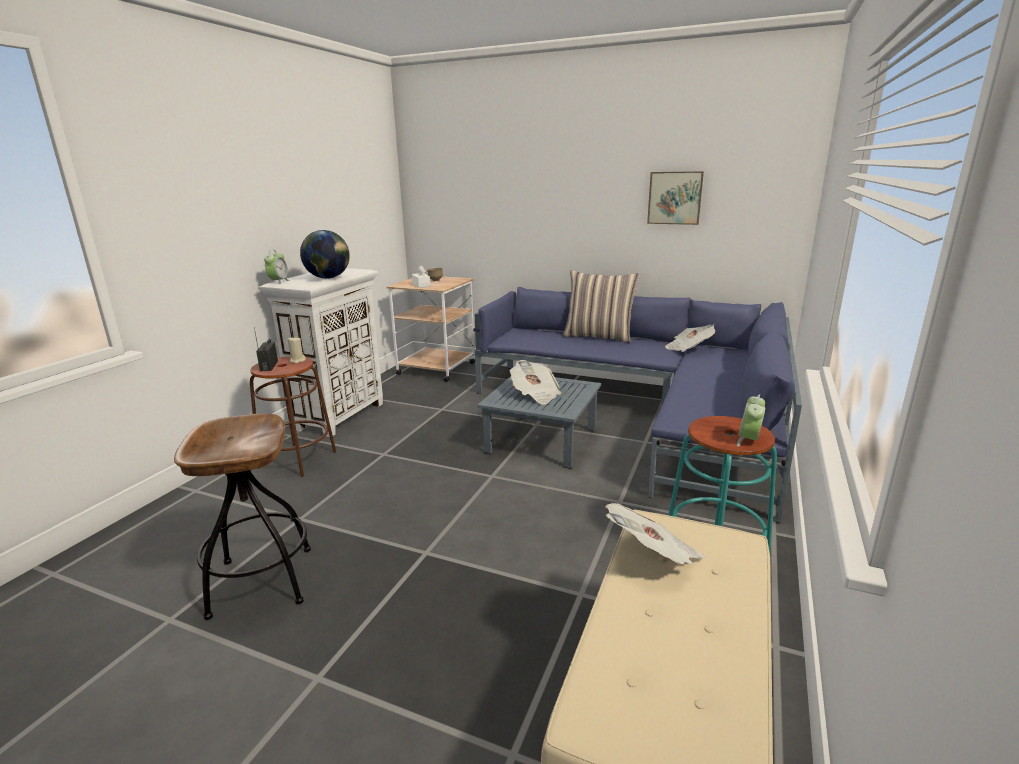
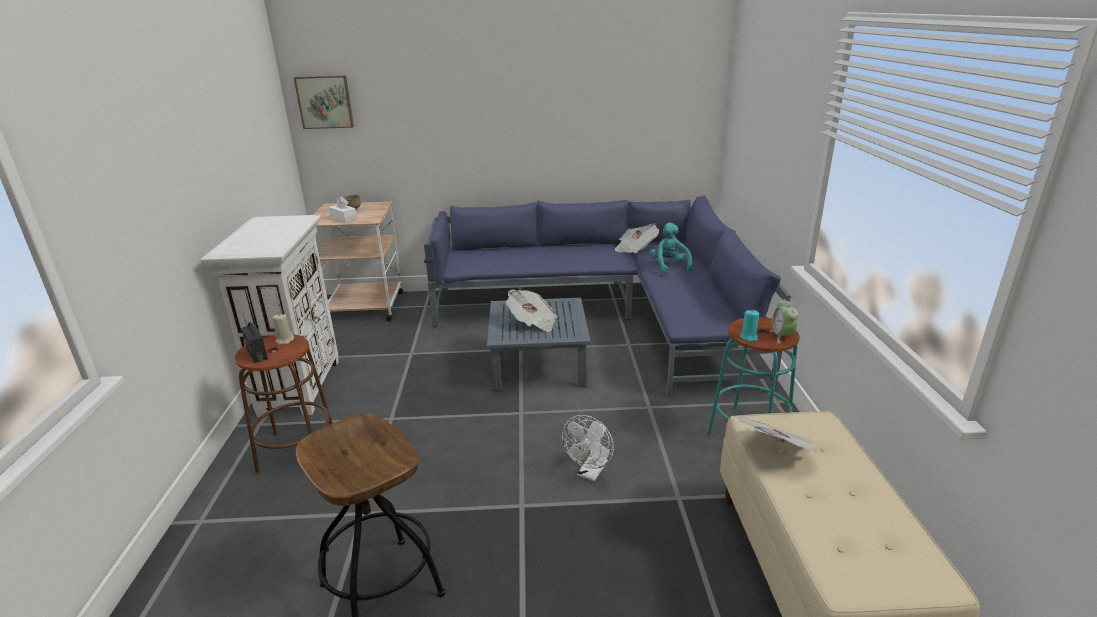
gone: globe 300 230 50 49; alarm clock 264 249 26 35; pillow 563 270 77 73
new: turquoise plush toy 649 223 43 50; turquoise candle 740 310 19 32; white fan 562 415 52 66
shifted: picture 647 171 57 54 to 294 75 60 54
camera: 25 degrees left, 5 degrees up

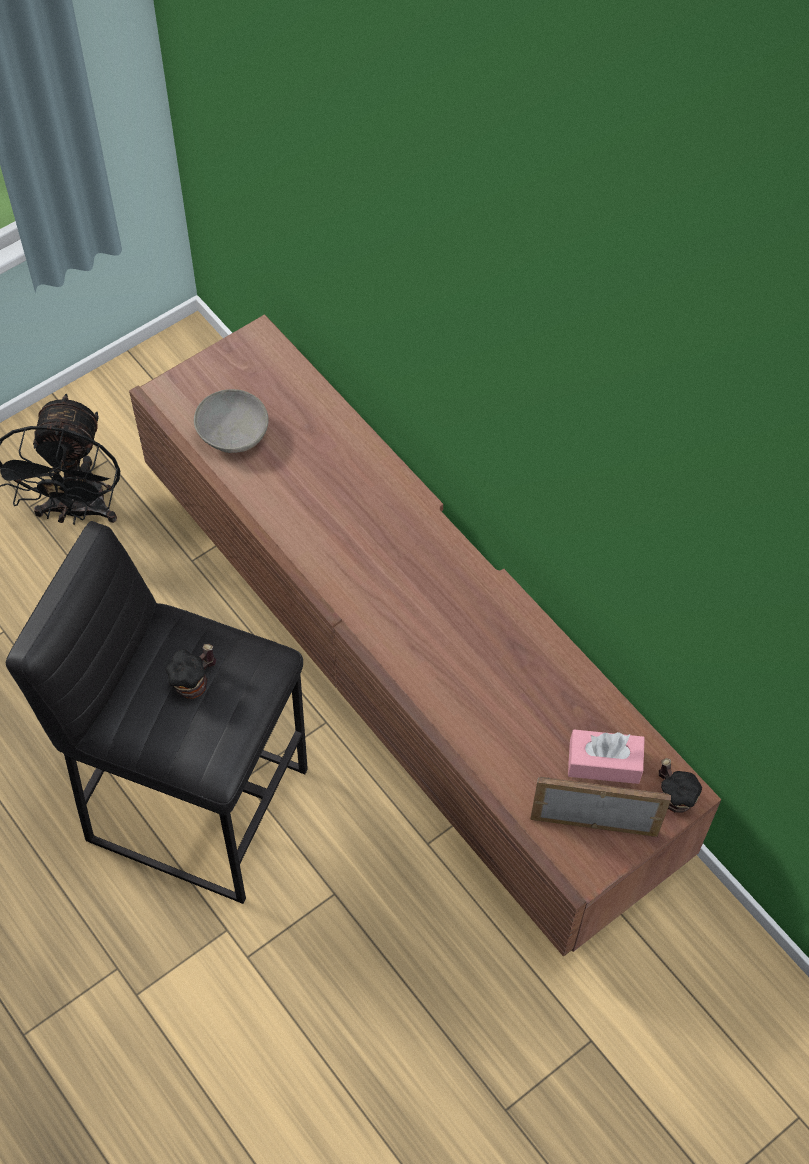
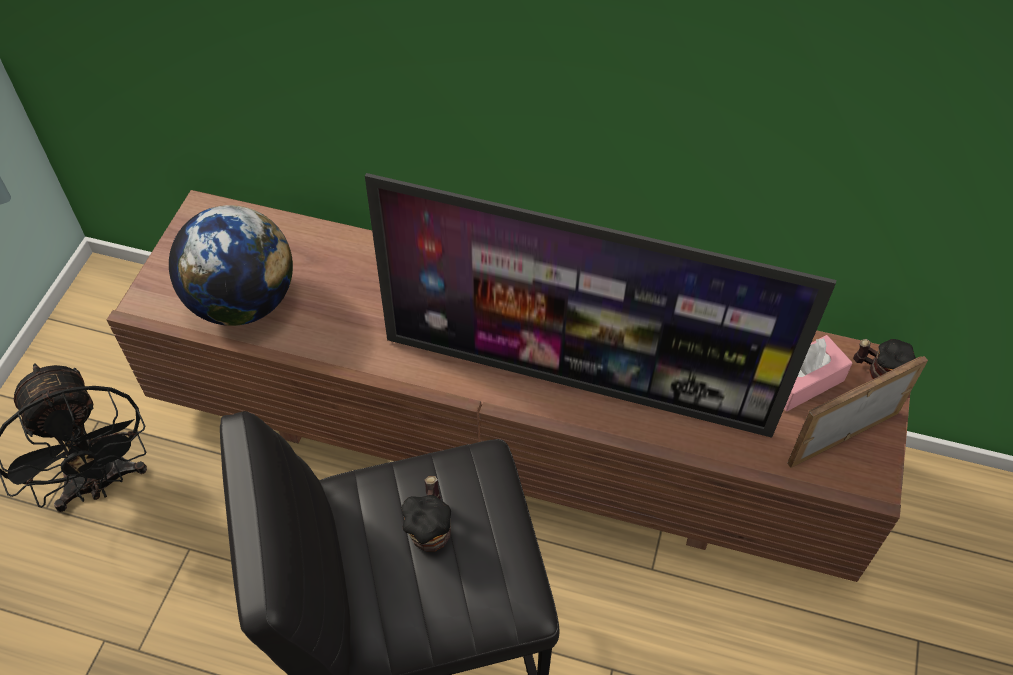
new: television 365 173 471 265
swapped: grey bowl 194 389 75 64 to globe 169 205 124 121
camera: 35 degrees left, 5 degrees down

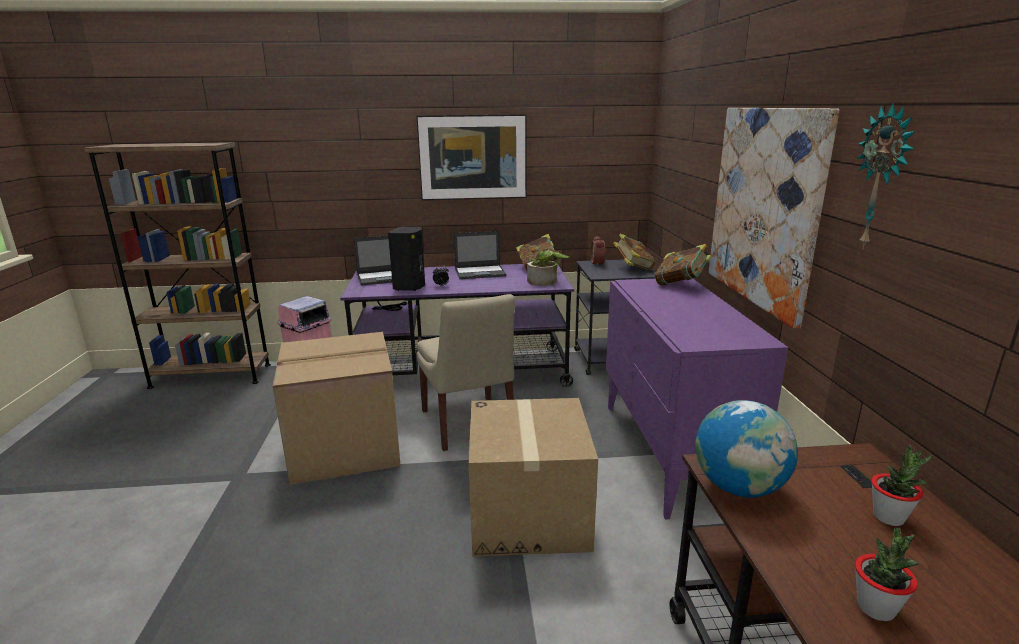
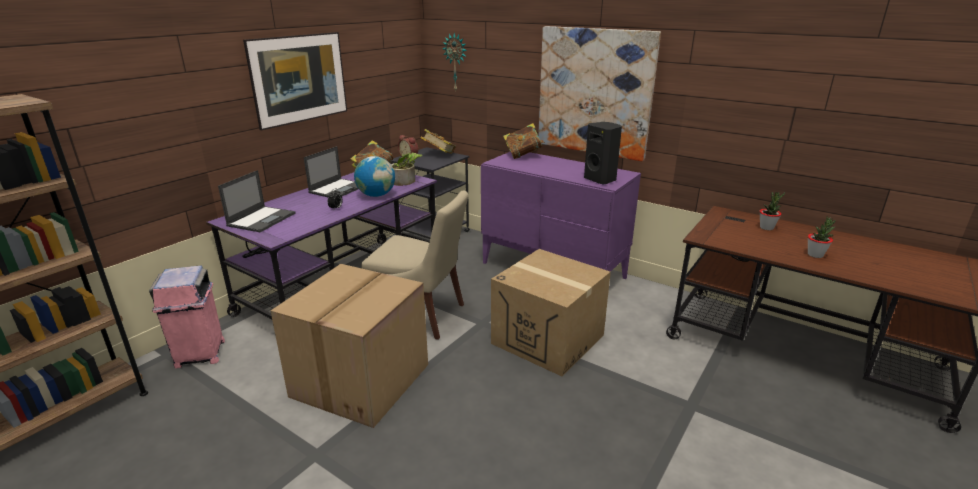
shifted: wall clock 857 103 59 146 to 442 33 25 59; black speaker 388 227 37 64 to 584 122 38 63; globe 695 400 103 98 to 354 156 41 41
camera: 50 degrees left, 5 degrees up

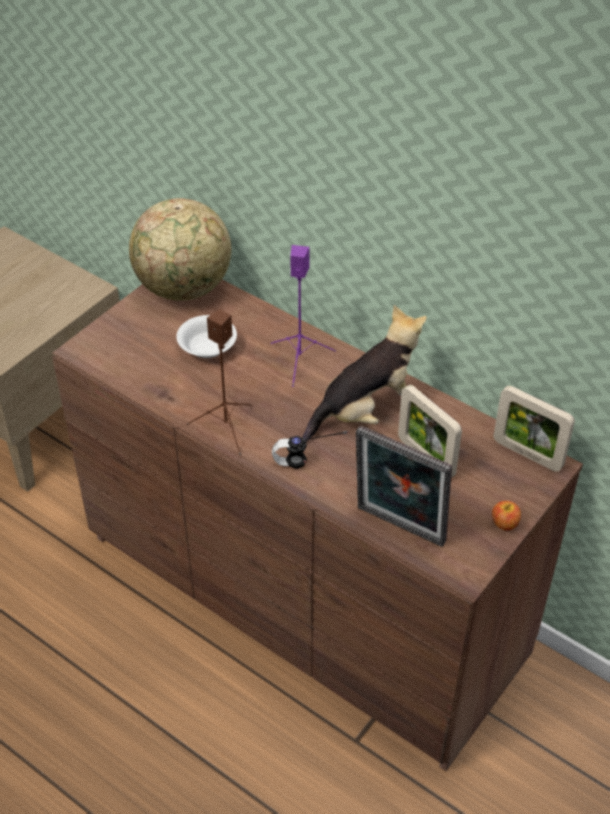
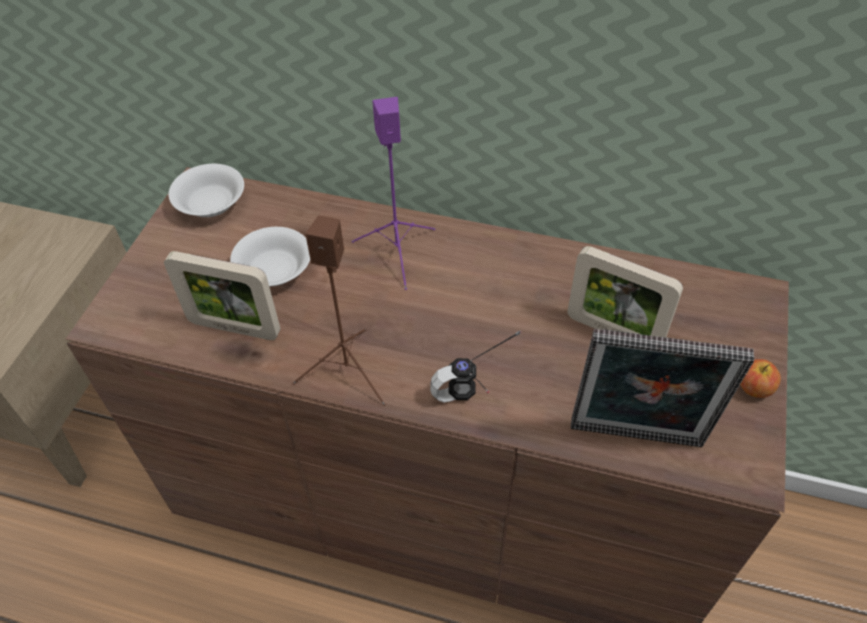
gone: plush toy 303 305 124 137
shifted: picture frame 494 385 81 87 to 164 251 116 89
swapped: globe 129 198 102 103 to white bowl 168 164 76 53
camera: 20 degrees left, 5 degrees up

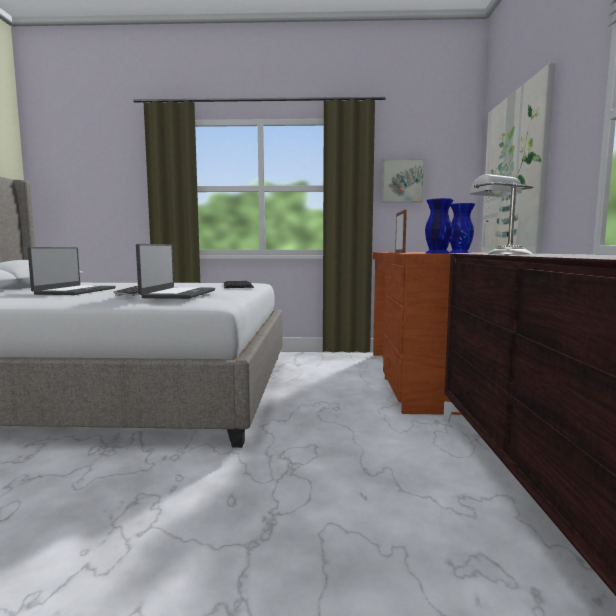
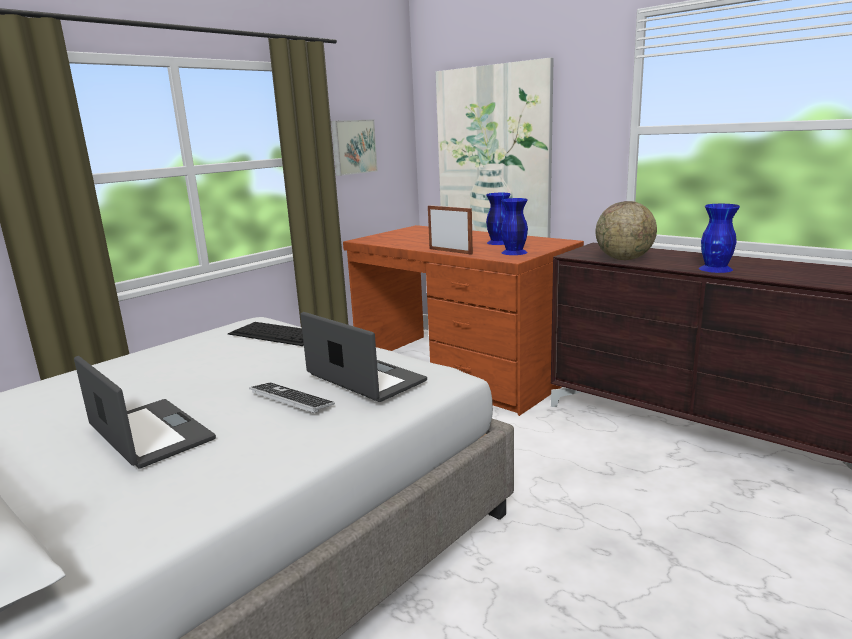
new: blue vase 699 204 41 69
swapped: white table lamp 470 174 64 80 to globe 596 201 61 59
camera: 50 degrees left, 10 degrees up

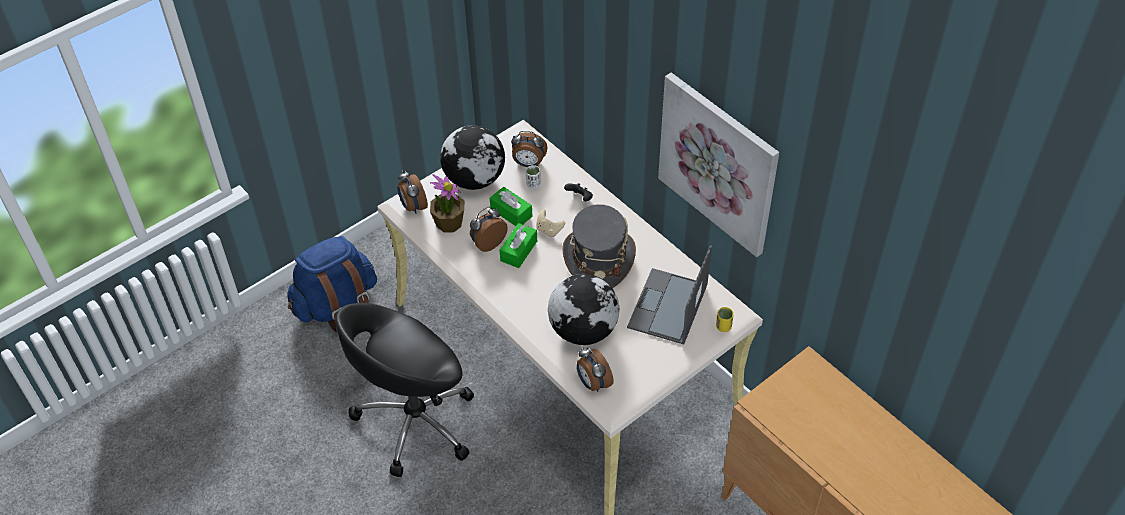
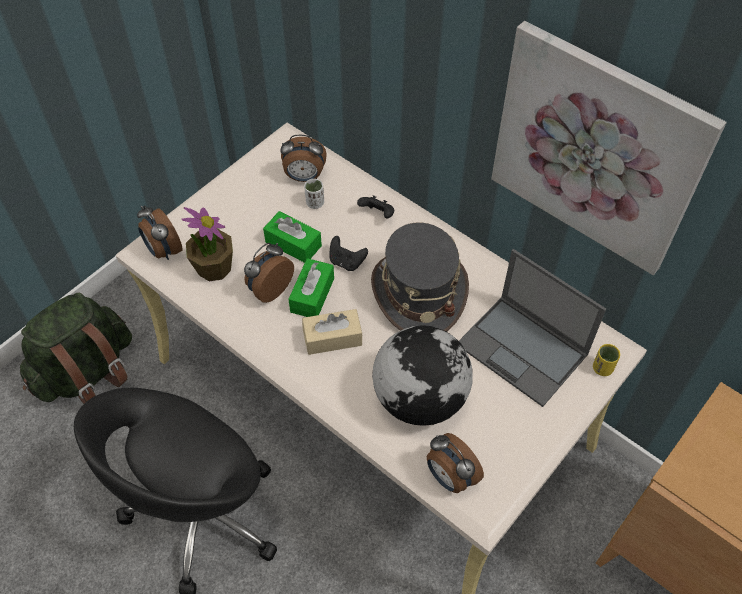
gone: globe 440 125 65 65
new: beige tissue box 302 309 60 46
repainted: beige game controller 536 209 29 28 to black game controller 329 236 39 35; blue backpack 287 236 90 96 to green backpack 20 293 112 111
rotated: laptop 627 245 85 100 = 459 249 147 158 60 degrees counterclockwise
camera: 10 degrees left, 5 degrees up

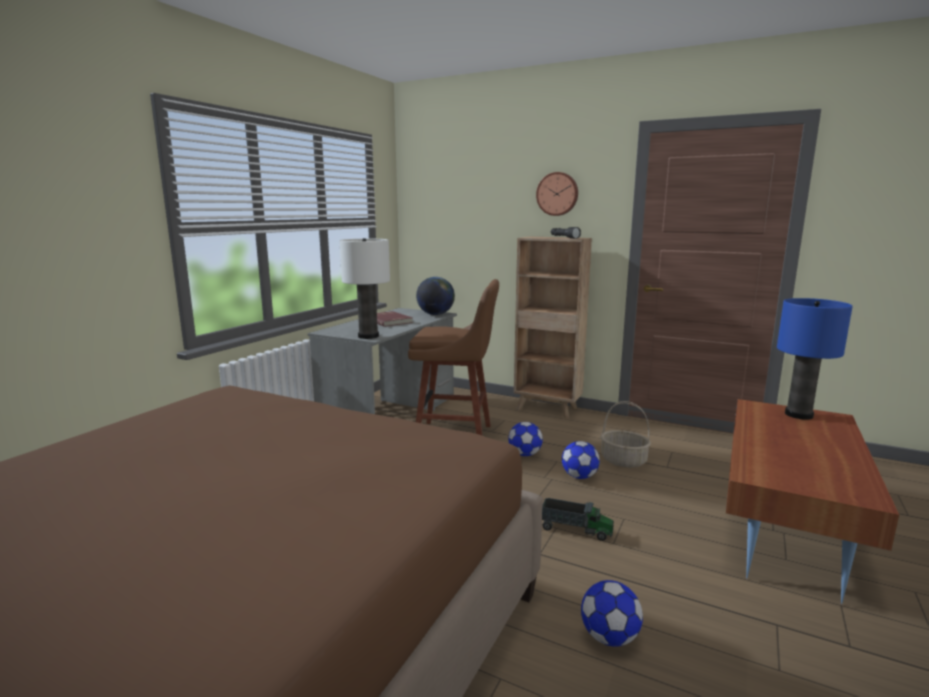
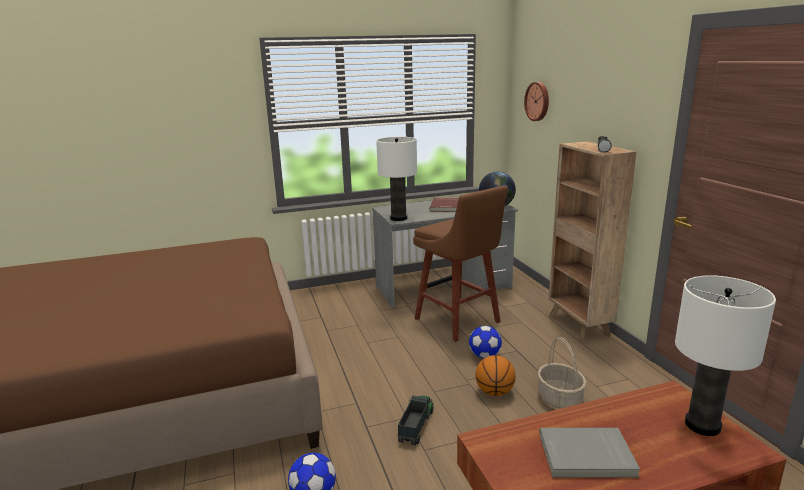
new: grey book 539 428 101 50
shifted: wall clock 536 172 42 44 to 524 82 25 39
swapped: football 562 441 38 38 to basketball 475 355 41 41
repainted: blue table lamp 777 298 76 122 to white table lamp 675 275 101 161
rotated: toy truck 542 498 72 43 = 397 396 36 49 135 degrees counterclockwise
camera: 45 degrees right, 5 degrees up

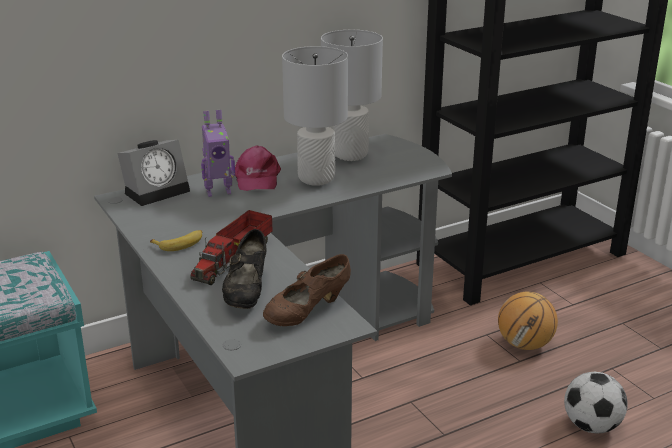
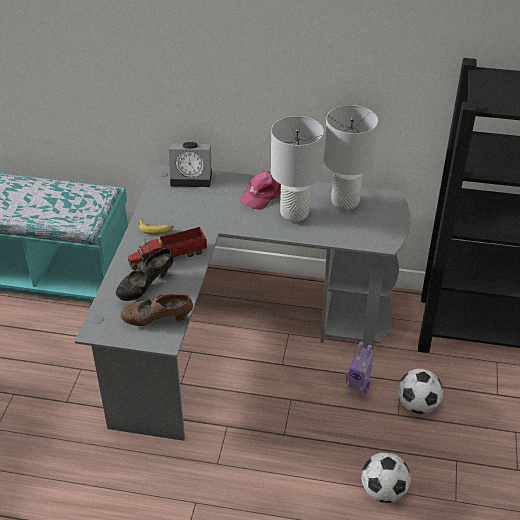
shifted: toy robot 201 110 34 87 to 346 342 28 56
swapped: basketball 498 292 60 58 to football 398 369 45 45
camera: 40 degrees right, 15 degrees up

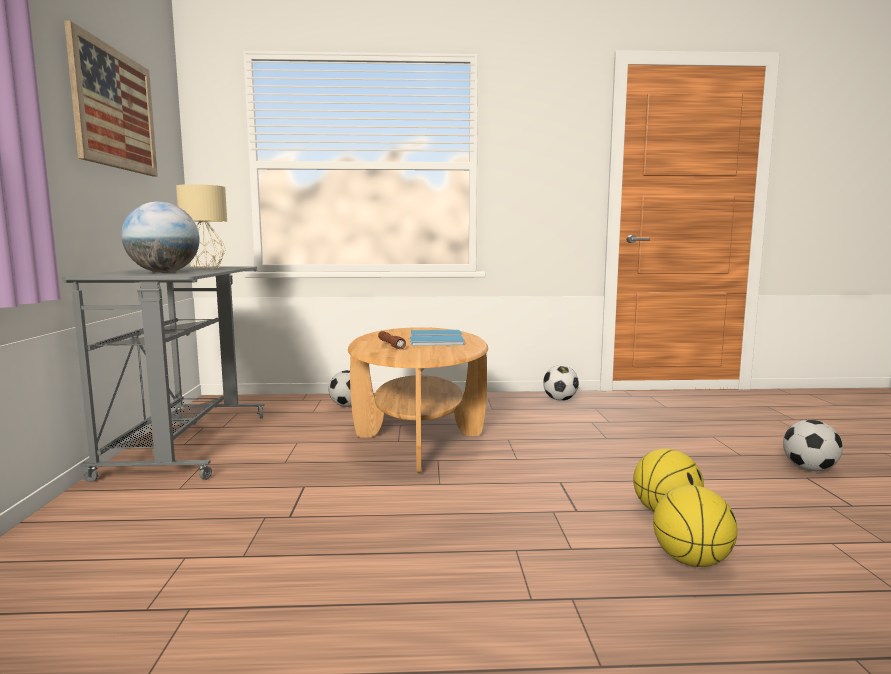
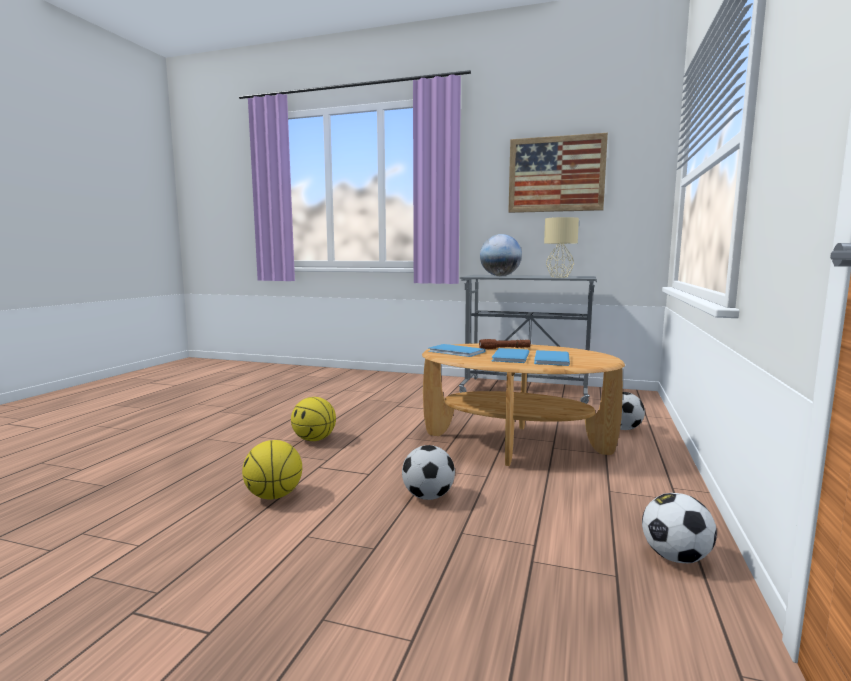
new: blue book 428 344 57 13
shifted: football 783 420 60 51 to 402 445 53 55; basketball 653 485 85 82 to 291 397 45 44
camera: 110 degrees right, 0 degrees up

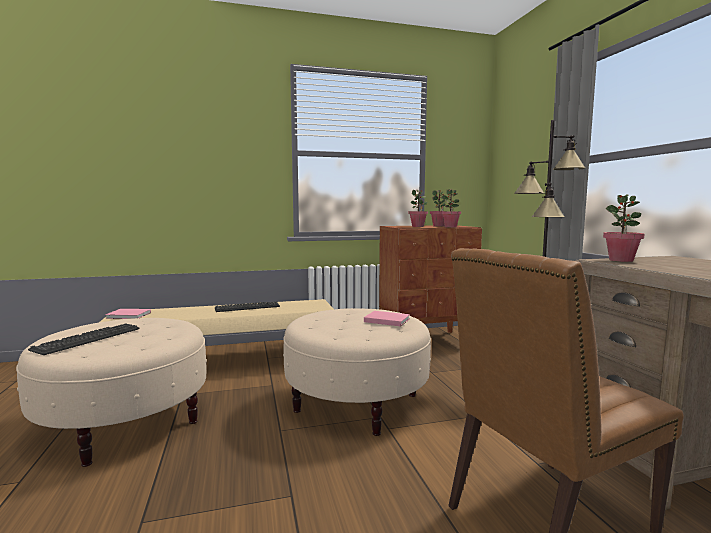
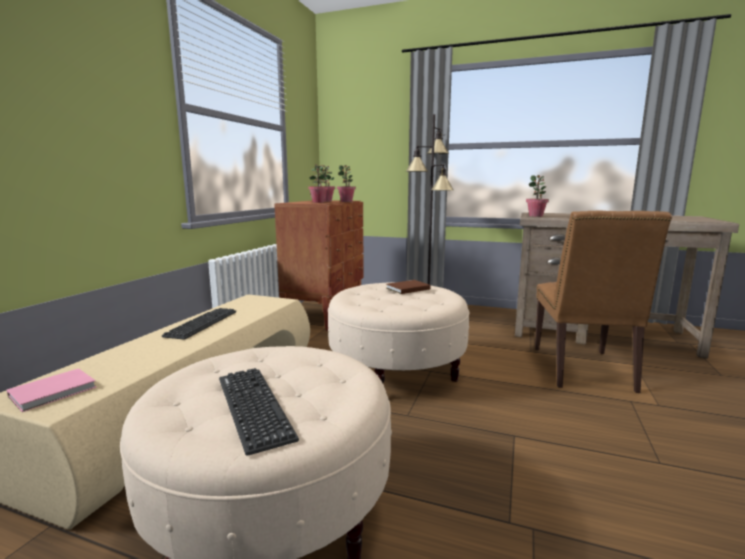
repainted: pink book 364 311 46 15 to brown book 386 280 44 14
camera: 55 degrees left, 5 degrees up

